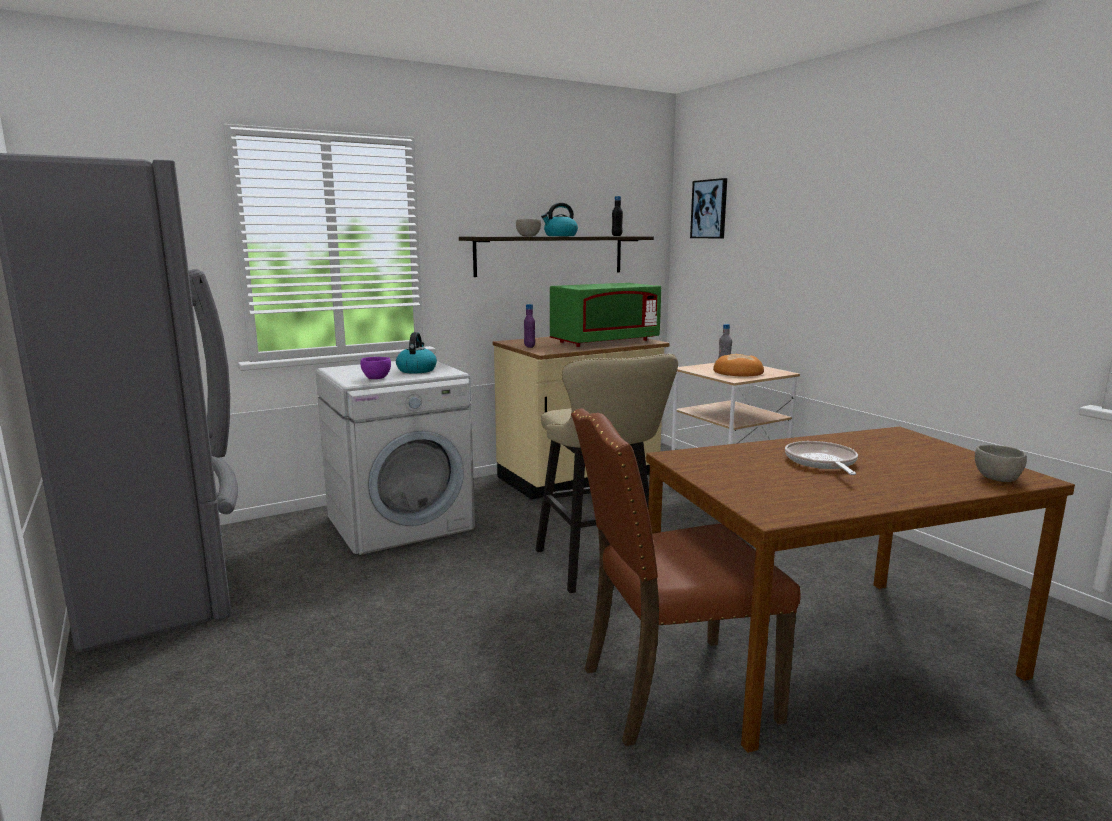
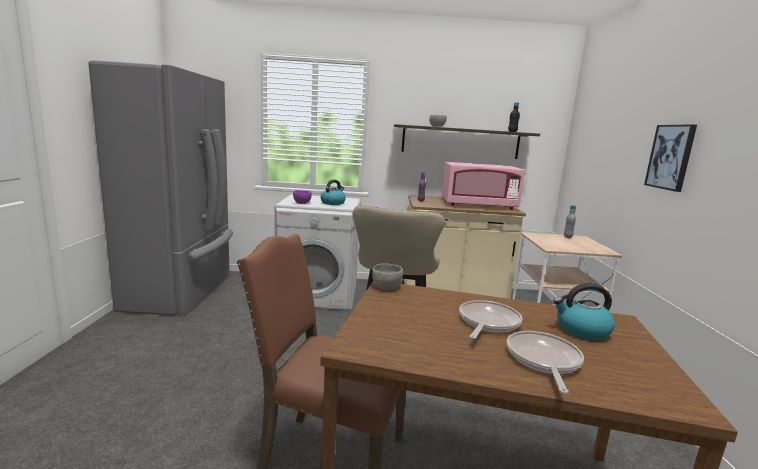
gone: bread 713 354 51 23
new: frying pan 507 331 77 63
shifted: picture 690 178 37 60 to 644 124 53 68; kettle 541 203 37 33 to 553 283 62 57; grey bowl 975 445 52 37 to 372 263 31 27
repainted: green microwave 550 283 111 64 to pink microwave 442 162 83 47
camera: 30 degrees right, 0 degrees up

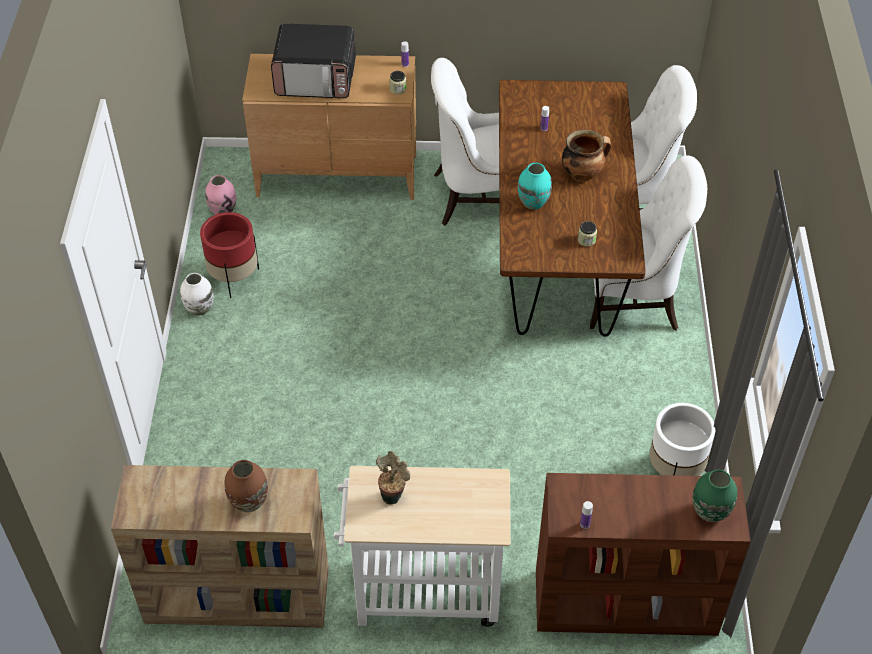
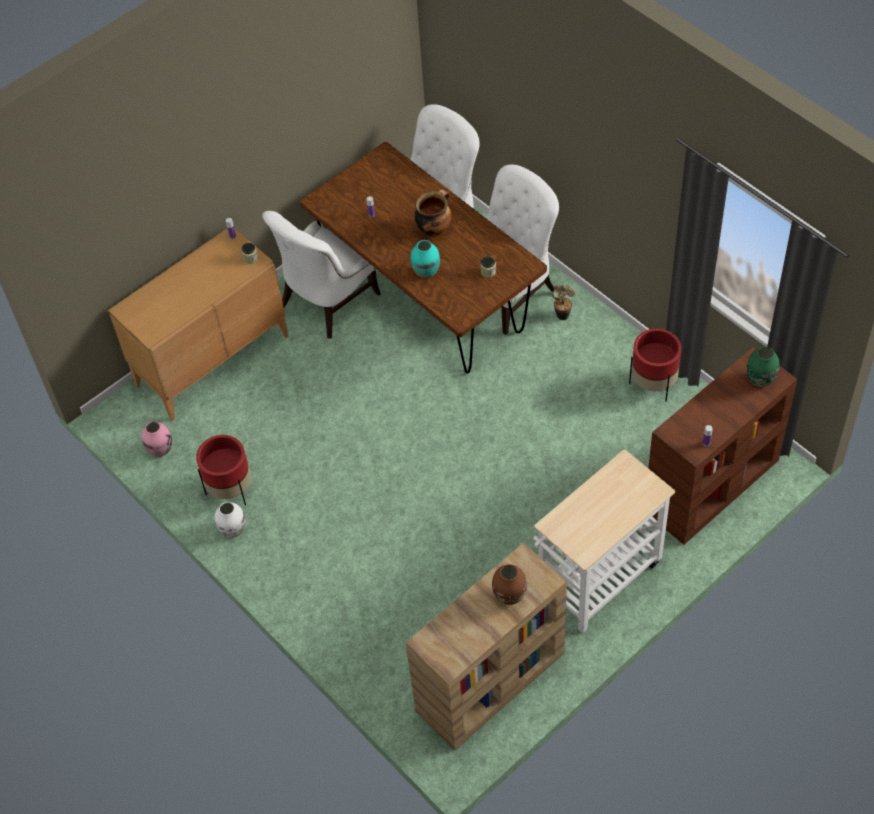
gone: microwave 271 23 85 75
shifted: potted plant 376 451 34 53 to 552 285 23 35
repainted: white planter 649 403 66 73 to red planter 629 328 52 74
camera: 40 degrees left, 5 degrees up

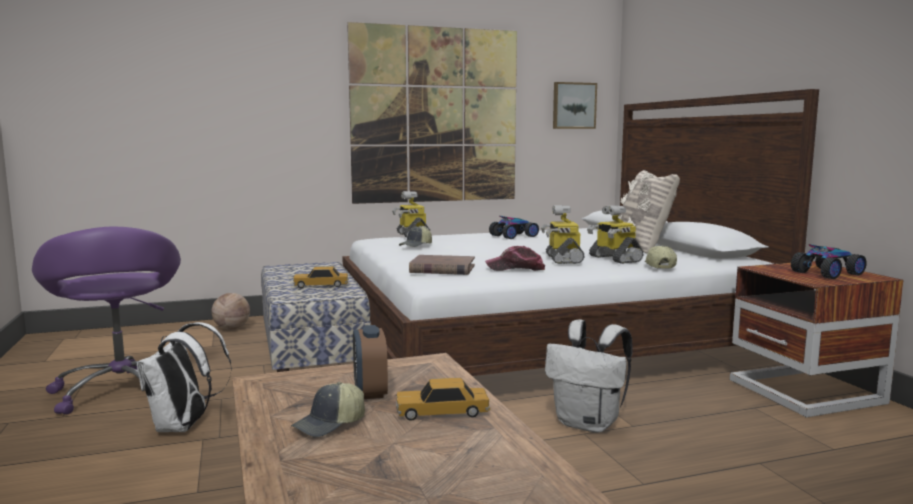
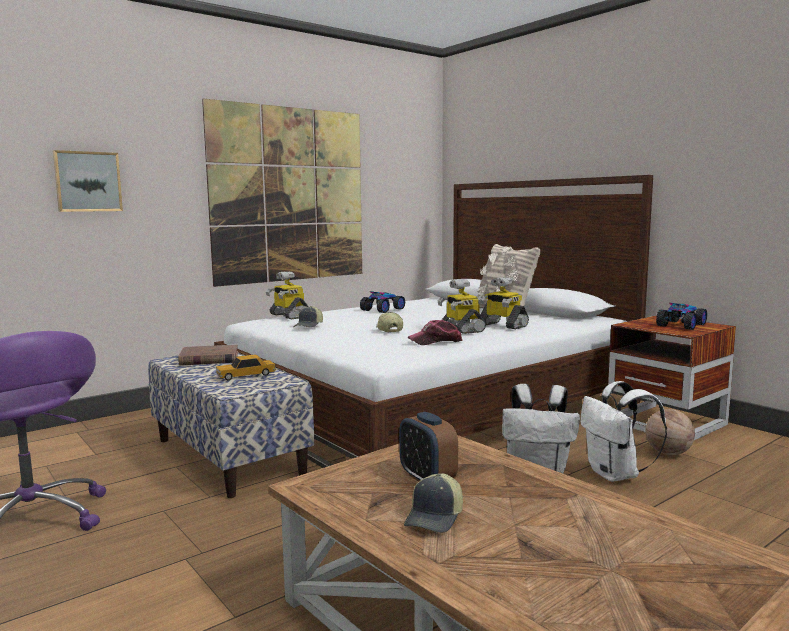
gone: toy car 396 378 94 43
shifted: picture 553 82 44 47 to 53 150 70 62; cap 645 245 32 24 to 376 312 27 20; brown book 409 255 66 20 to 178 344 60 22; basketball 212 293 38 37 to 646 409 49 46; white backpack 137 322 95 110 to 581 381 86 101
camera: 20 degrees left, 0 degrees up

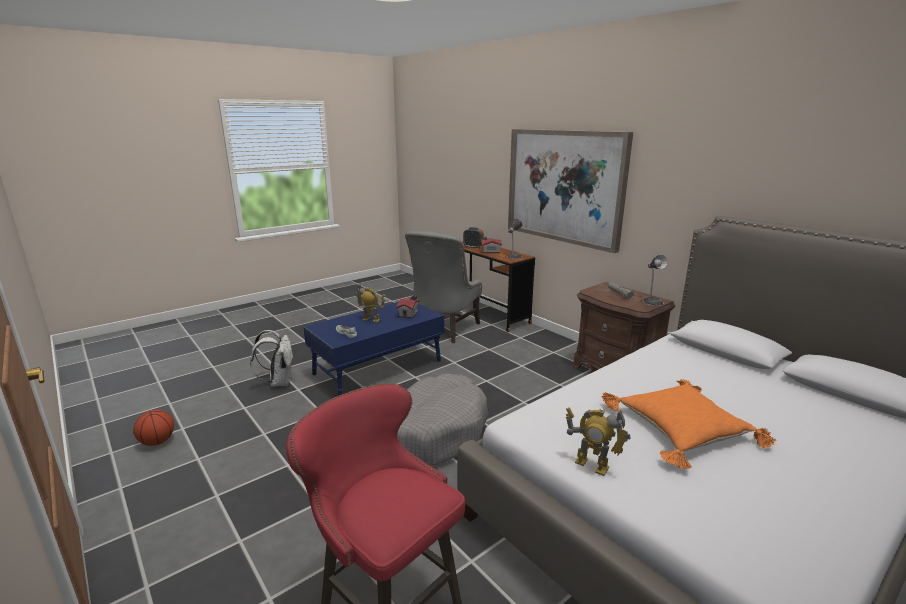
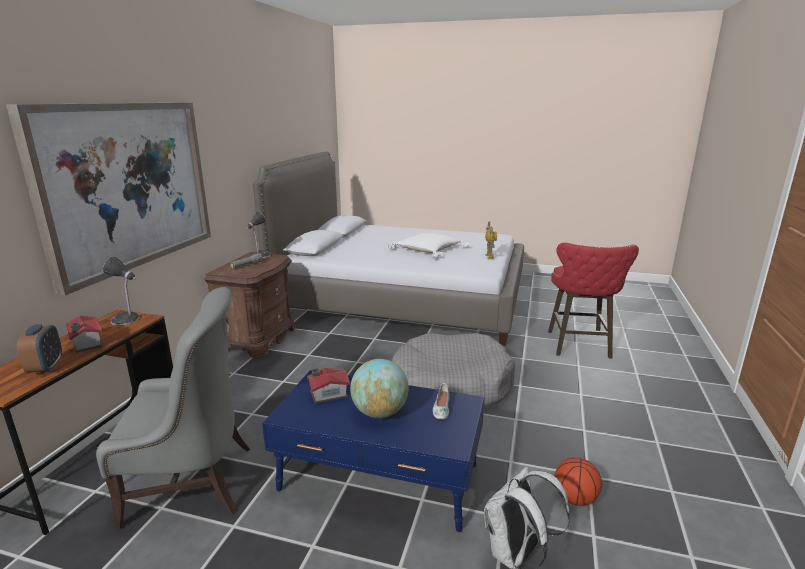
shifted: basketball 133 410 41 36 to 554 457 48 49
swapped: toy robot 355 284 30 38 to globe 350 359 59 59
repainted: orange pillow 601 379 176 90 to white pillow 387 233 82 25
camera: 125 degrees left, 0 degrees up

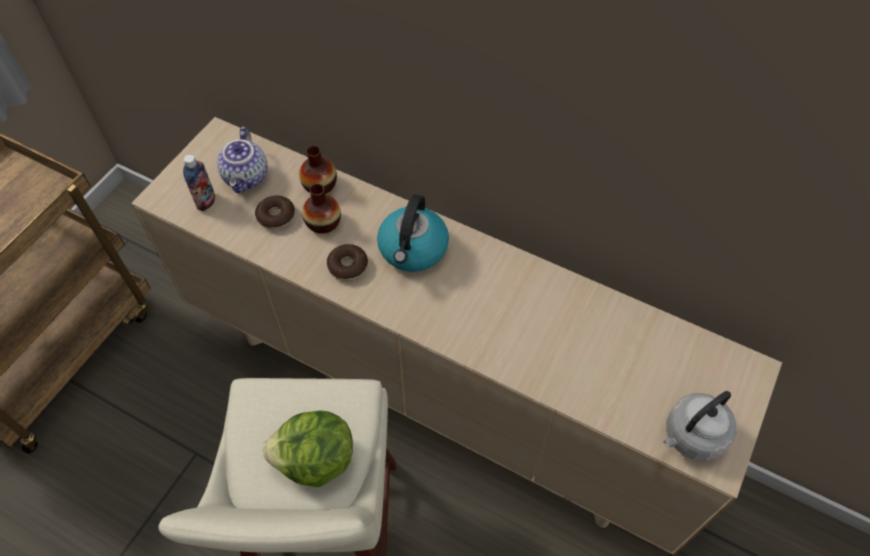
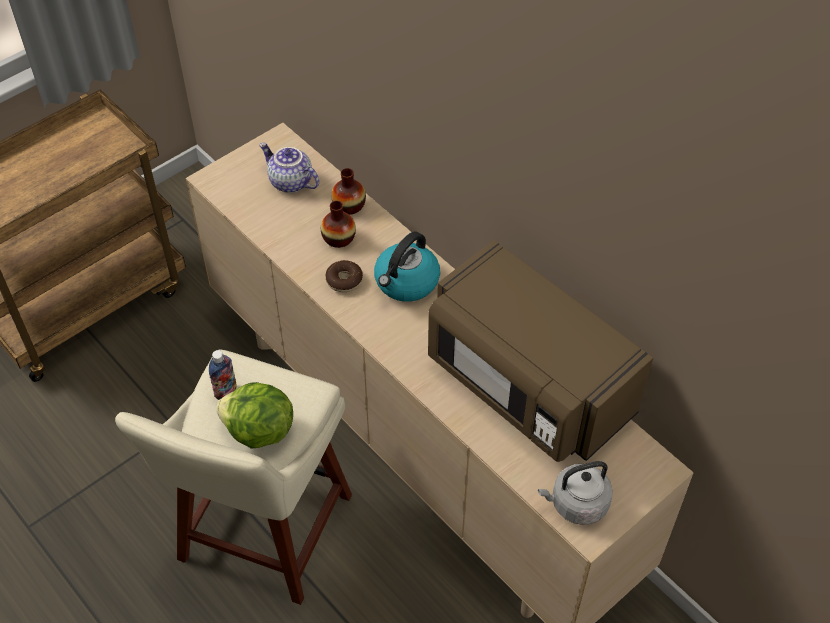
gone: donut 255 195 40 35
new: brown microwave 428 240 225 222
shifted: bottle 183 154 32 57 to 209 350 28 50
rotated: teapot 217 127 51 67 = 259 143 60 50 105 degrees clockwise
camera: 20 degrees right, 5 degrees down

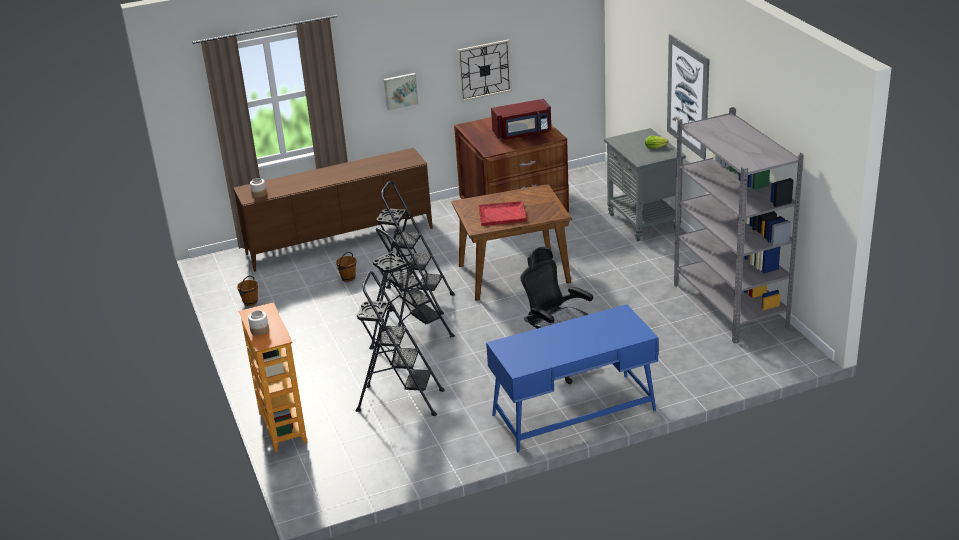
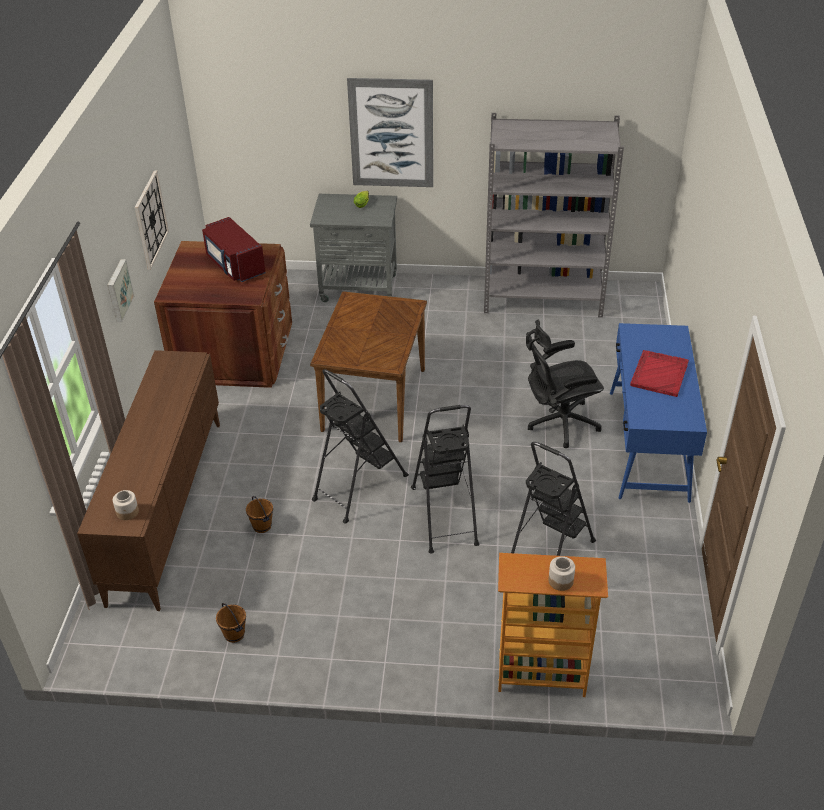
shifted: red tray 479 201 48 25 to 630 350 59 47
rotated: red microwave 491 99 60 41 = 202 217 63 65 135 degrees clockwise
camera: 65 degrees left, 10 degrees up

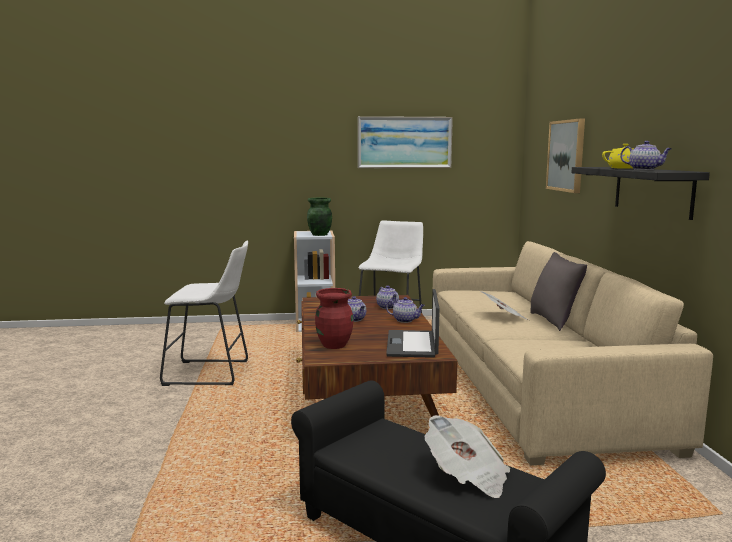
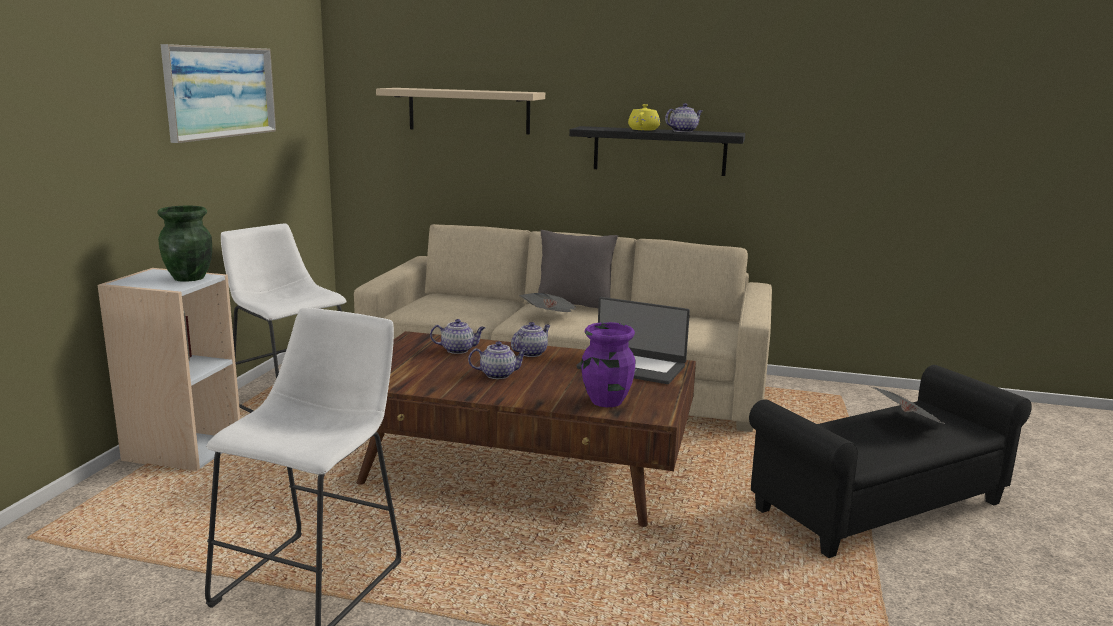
swapped: picture 546 118 39 75 to beige shelf 376 88 169 46
repainted: red vase 315 288 39 61 to purple vase 581 322 54 85
camera: 70 degrees left, 5 degrees up

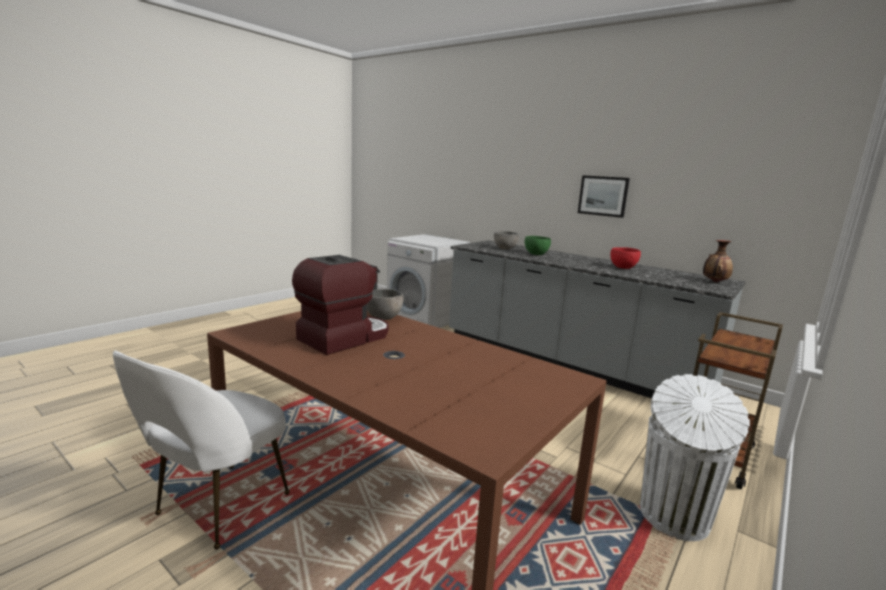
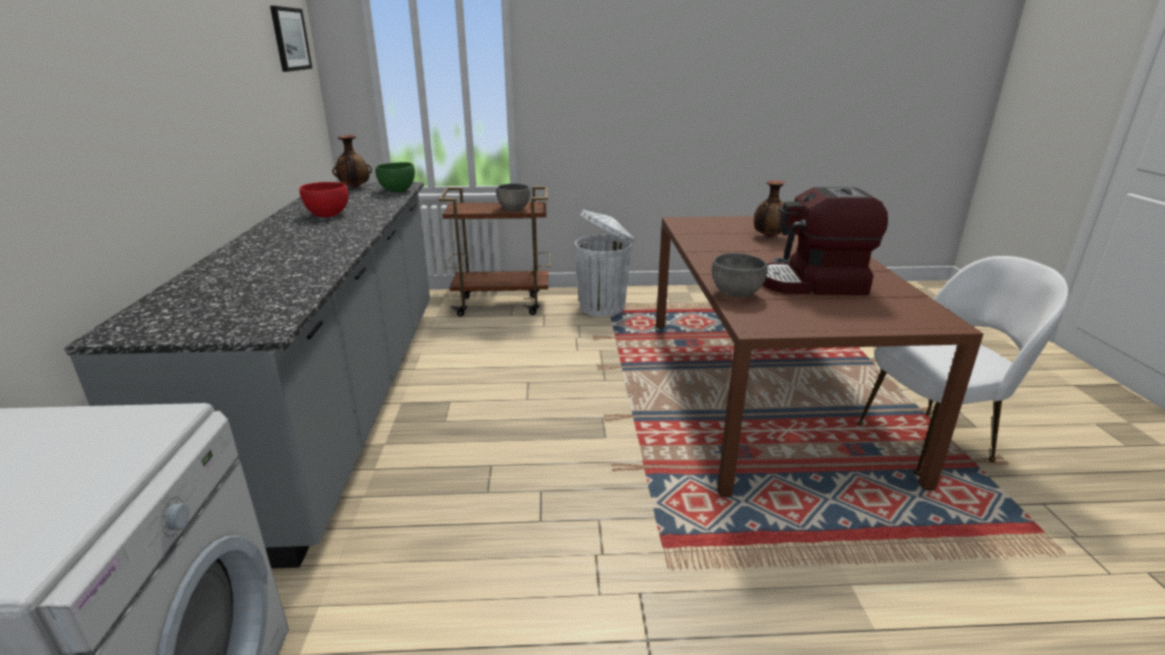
new: vase 754 180 31 57
shifted: picture 578 175 52 43 to 270 6 42 66; grey bowl 494 231 25 18 to 496 183 34 28; green bowl 525 236 26 19 to 375 162 40 30
camera: 130 degrees left, 10 degrees up

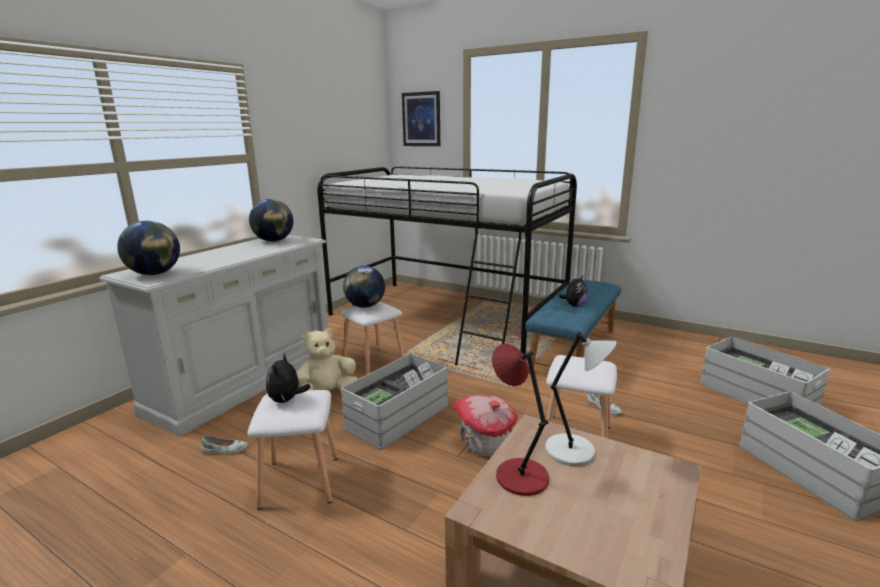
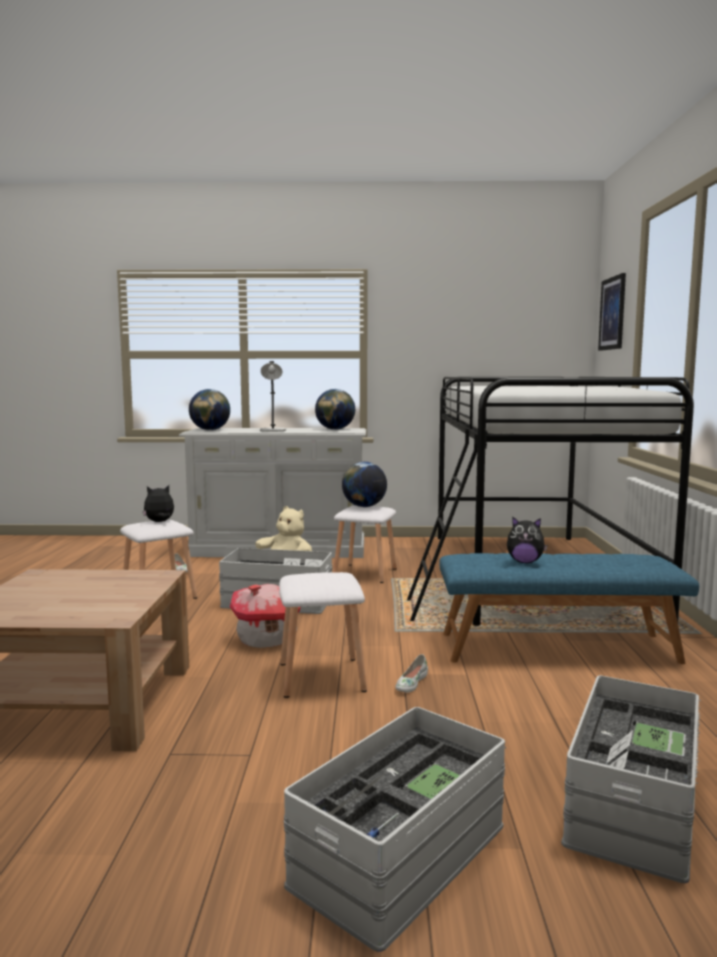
gone: red table lamp 492 344 57 152
shifted: grey table lamp 545 331 72 135 to 260 361 26 71
camera: 60 degrees right, 10 degrees down

